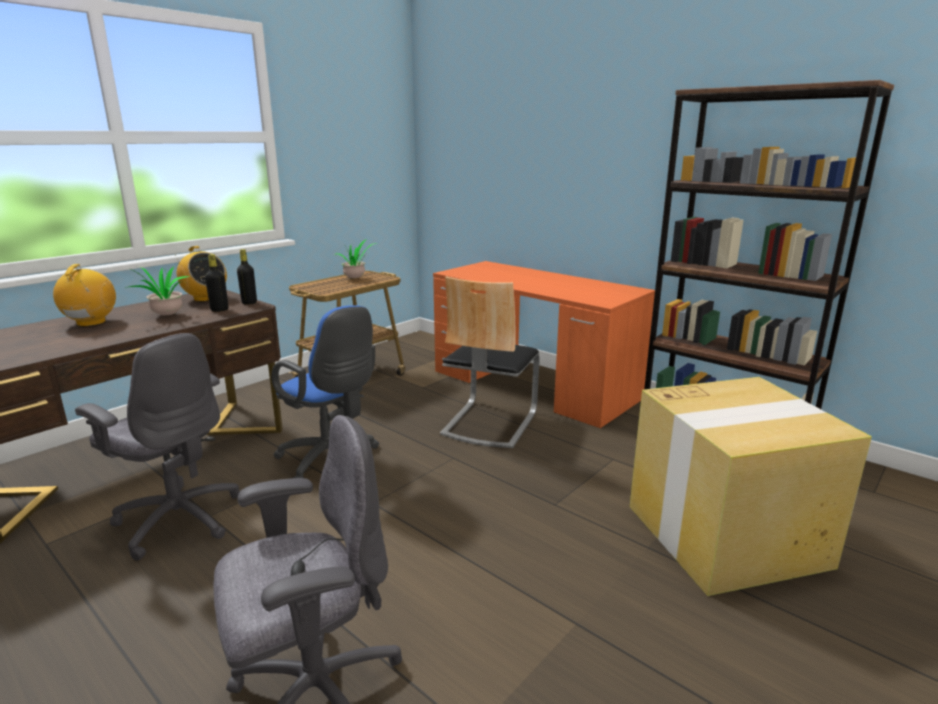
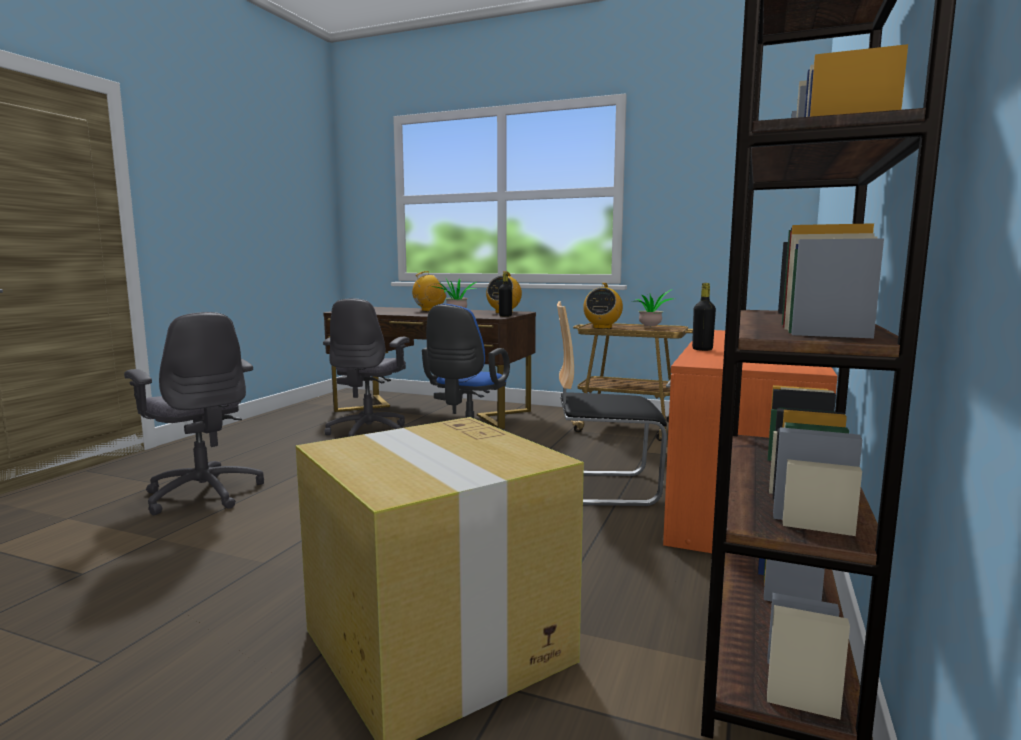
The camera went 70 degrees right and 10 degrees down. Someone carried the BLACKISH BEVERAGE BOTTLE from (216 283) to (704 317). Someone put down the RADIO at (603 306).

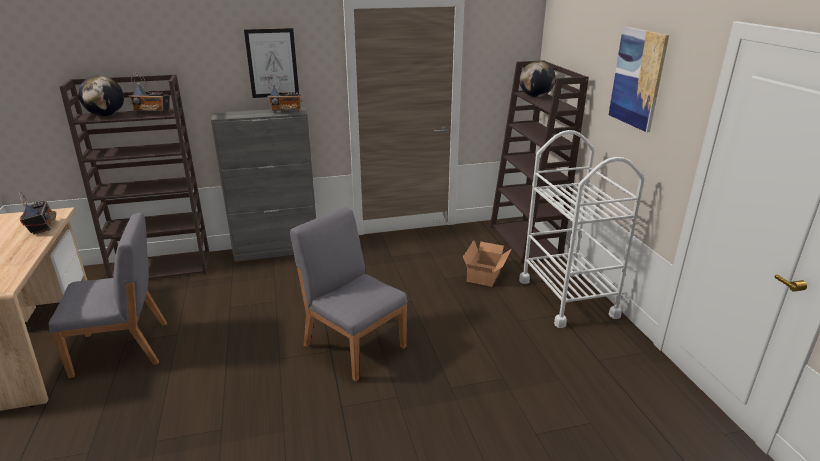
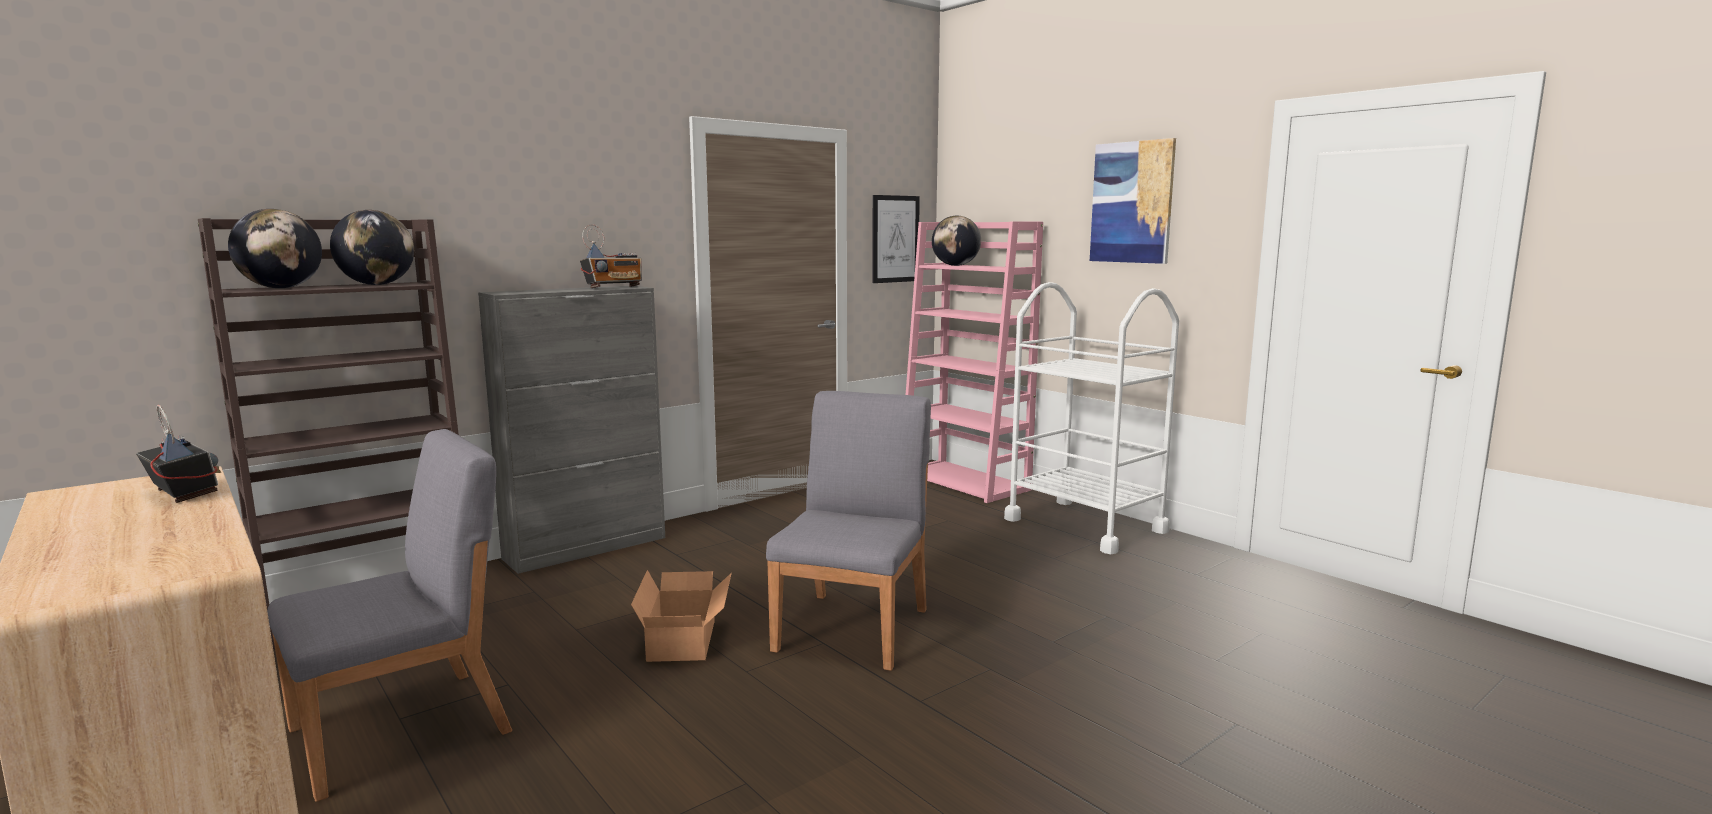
The camera went 25 degrees left and 15 degrees down. Someone swapped the RADIO at (149 93) for the DESK GLOBE at (372 247). Someone carried the PICTURE from (271 63) to (896 239). Someone rotated the GREYISH PLAIN CHAIR at (349 294) by 90 degrees clockwise. Someone carried the CARTON from (487 263) to (681 616). Someone repainted the BROWN-COLOURED BOOKSHELF at (539 161), which became the PINKISH BOOKSHELF at (974 362).

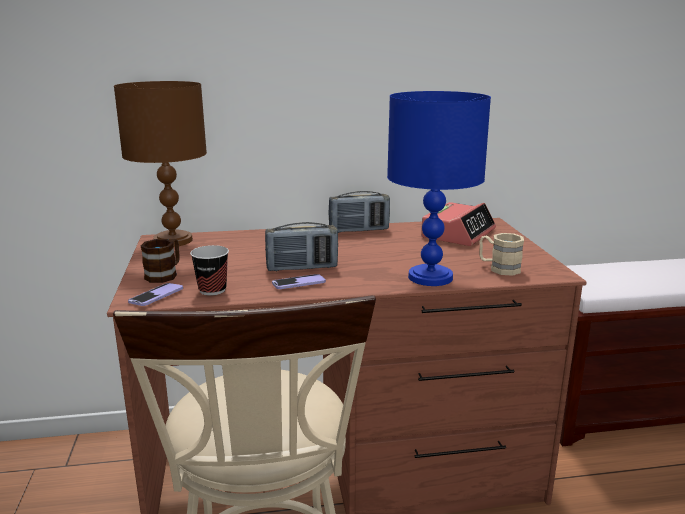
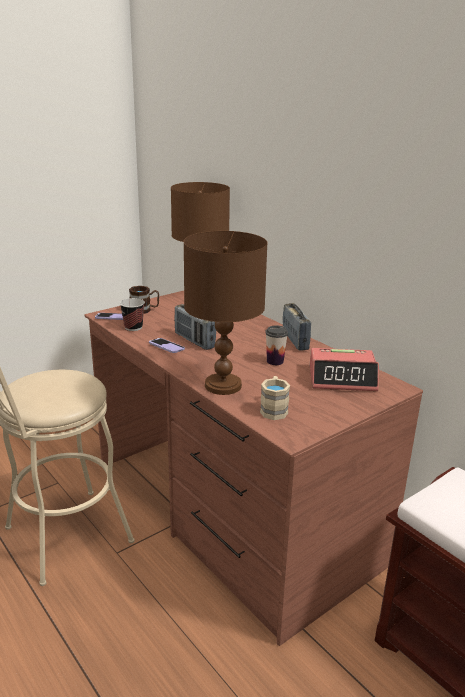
The camera went 60 degrees right and 5 degrees up. Someone rotated the RADIO at (359 212) by 150 degrees counterclockwise. Someone repainted the BLUISH LAMP FOR A TABLE at (439 188), which became the BROWN-COLOURED LAMP FOR A TABLE at (226 313). Someone put down the CUP at (276 345).

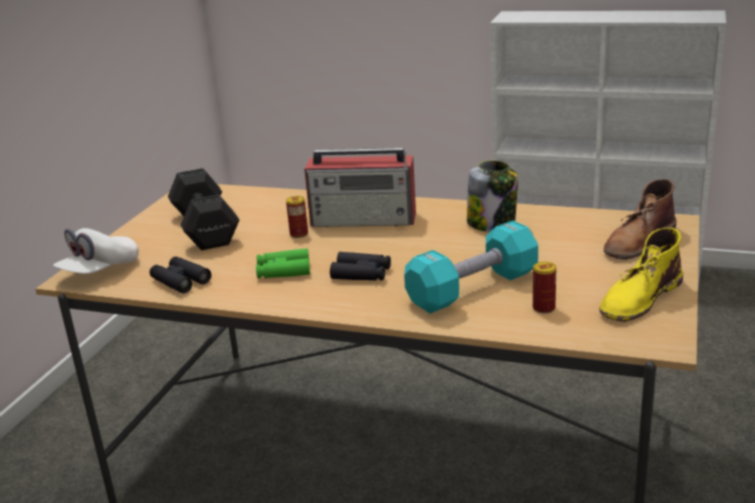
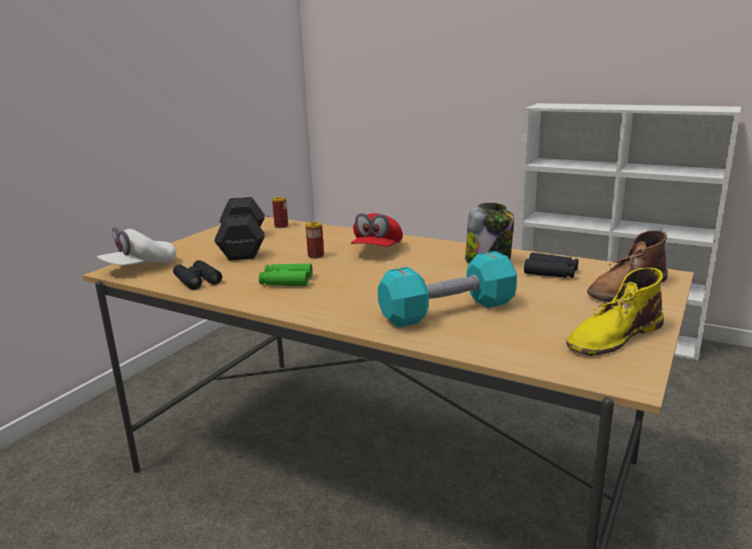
The camera went 10 degrees right and 5 degrees down. Someone swapped the RADIO at (360 187) for the REDDISH PEAKED CAP at (377 230). Someone carried the BLACKISH FIELD GLASSES from (360 266) to (551 265). Someone carried the CAN from (544 288) to (280 212).

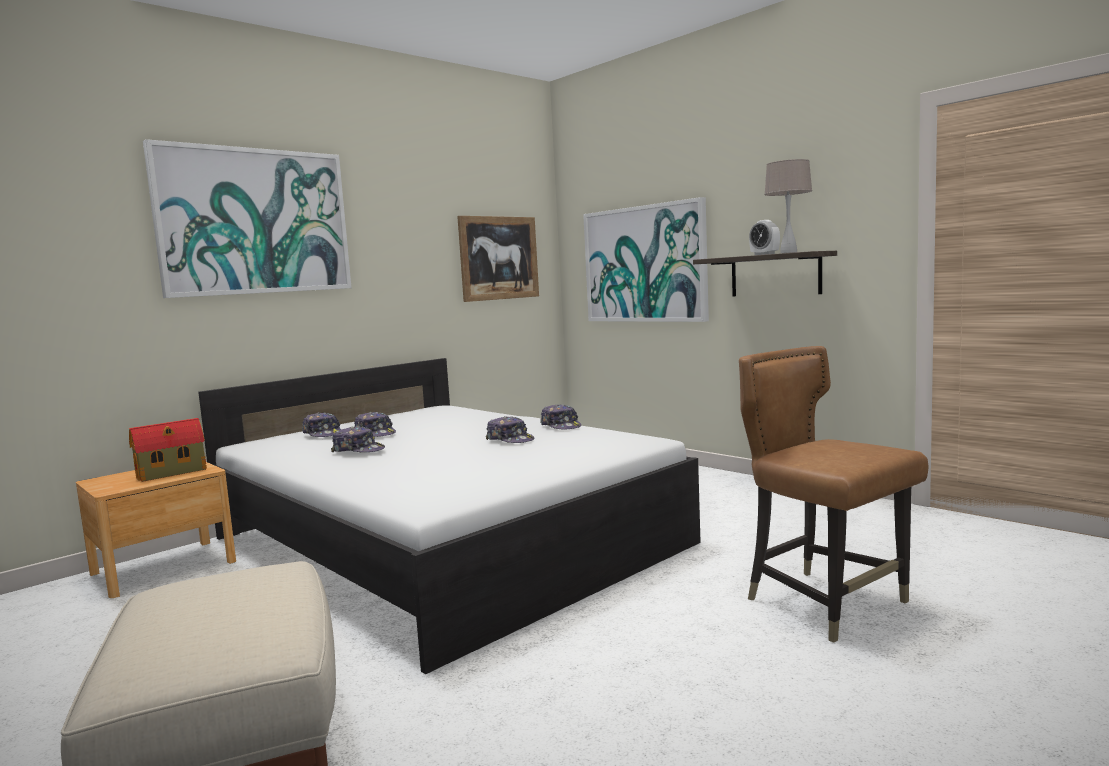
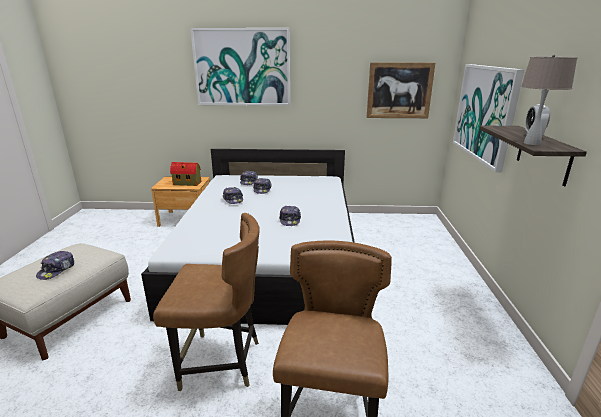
The camera went 45 degrees right and 15 degrees up. Someone carried the PEAKED CAP from (560 417) to (55 265). Someone put down the BROWN-COLOURED PLAIN CHAIR at (206 302).

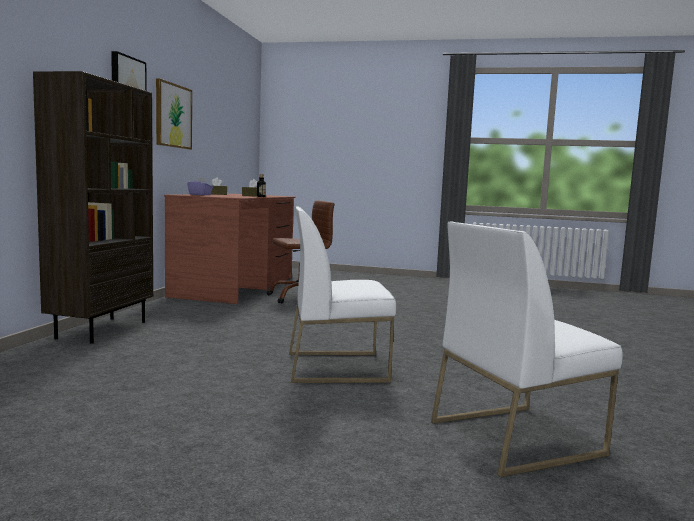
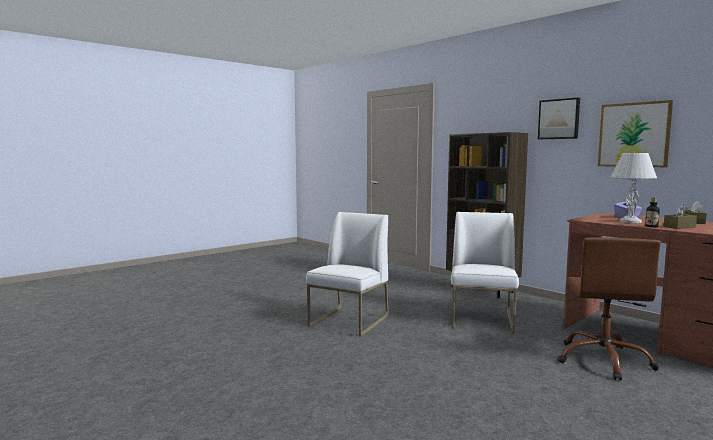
The camera went 125 degrees right and 0 degrees up. Someone carried the WHITISH PLAIN CHAIR from (527 349) to (485 272). Someone put down the WHITISH LAMP FOR A TABLE at (634 188).

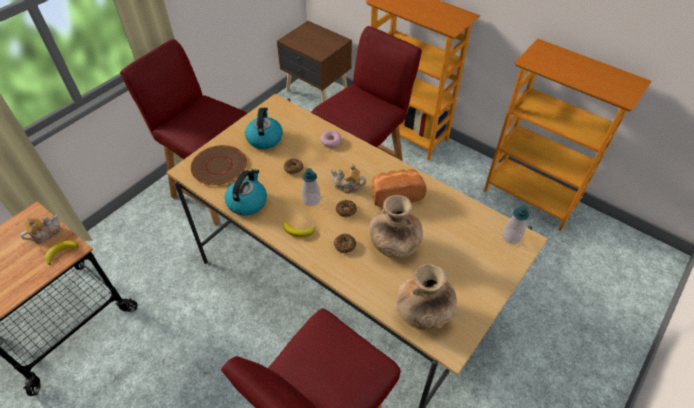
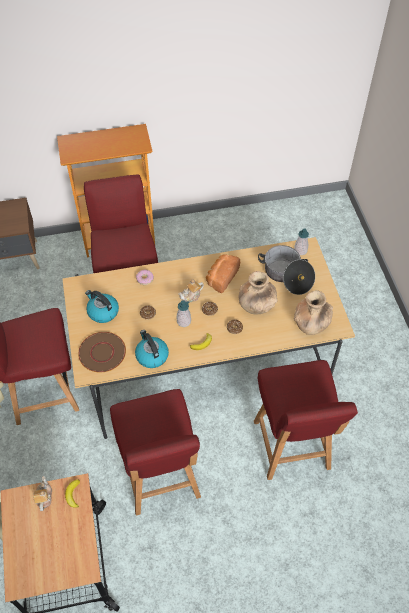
The camera went 50 degrees left and 5 degrees up. Someone took away the BOOKSHELF at (568 135). Someone put down the REDDISH PLAIN CHAIR at (155 452). Someone put down the SAUCEPOT at (286 270).

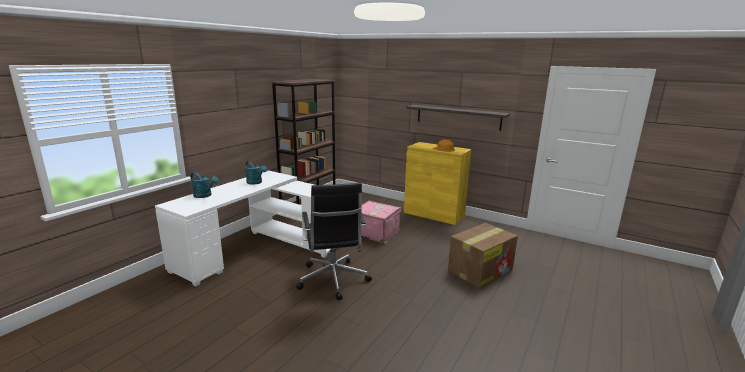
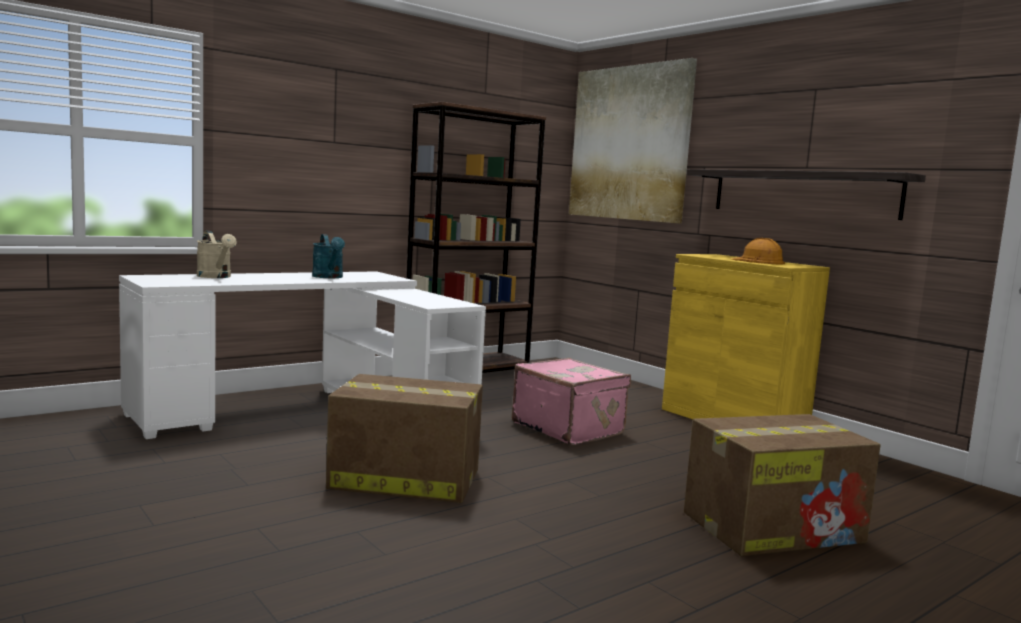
The camera went 20 degrees right and 10 degrees down. Someone repainted the TURQUOISE-COLOURED WATERING CAN at (205 185), which became the BEIGE-COLOURED WATERING CAN at (217 254). Someone swapped the BLACKISH COMPUTER CHAIR at (334 241) for the CARTON at (404 438). Someone put up the PICTURE at (633 141).

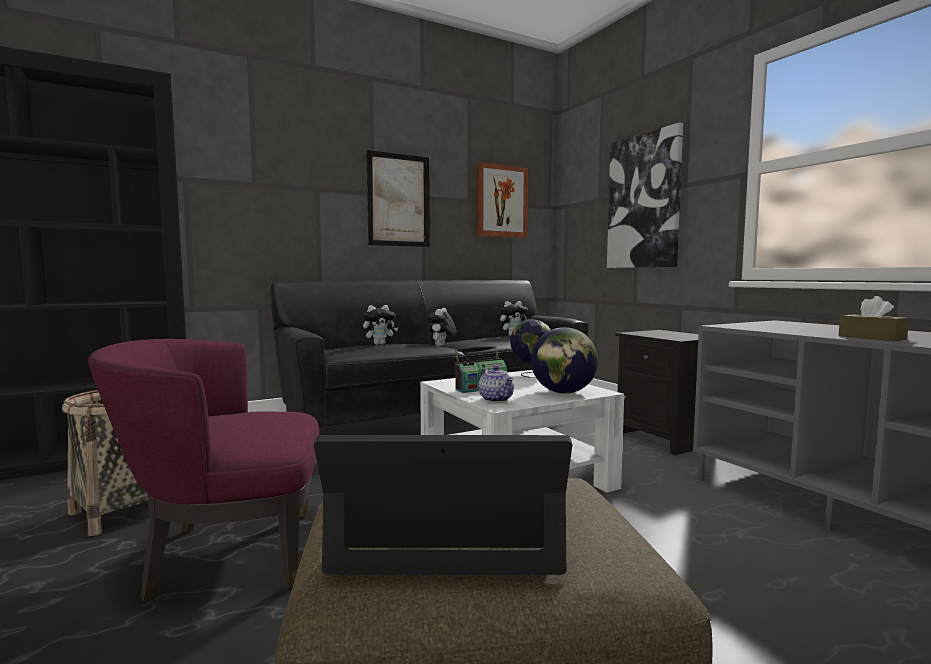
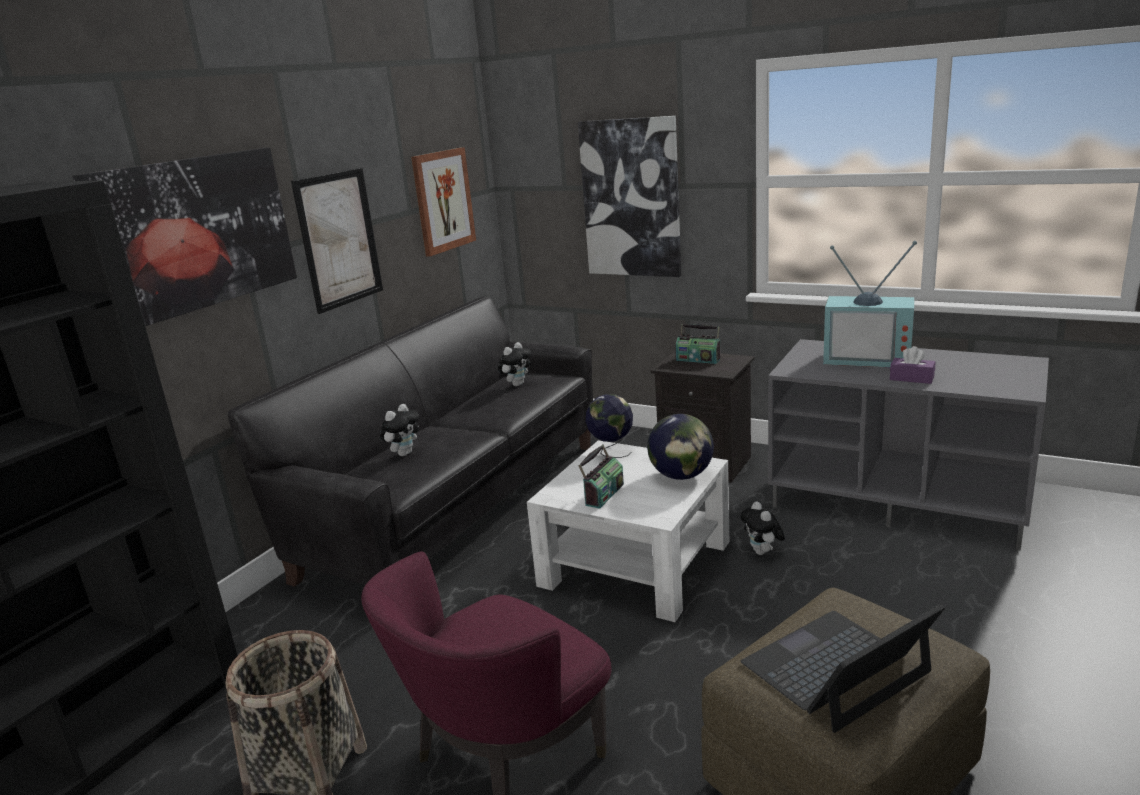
The camera went 30 degrees left and 15 degrees up. Someone carried the SOFT TOY from (441 327) to (762 528). Someone took away the TEA POT at (496 384). Someone repainted the BROWN-COLOURED TISSUE HOLDER at (874 318), which became the PURPLE-COLOURED TISSUE HOLDER at (912 365). Someone put up the PICTURE at (185 236). Someone put down the RADIO at (697 344). Someone put down the TV at (870 304).

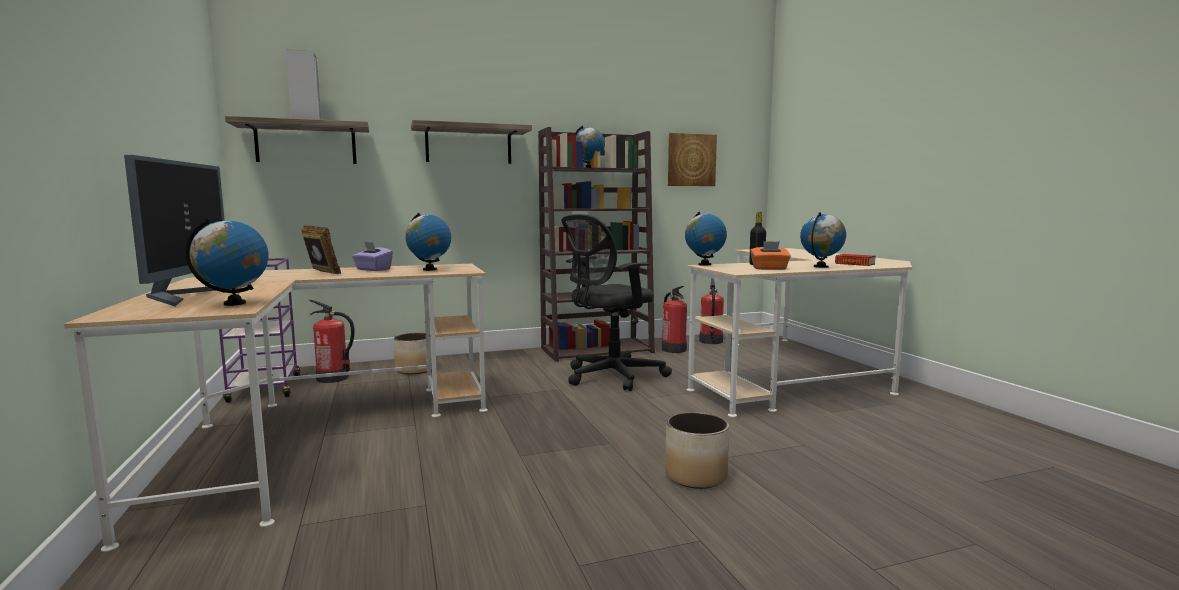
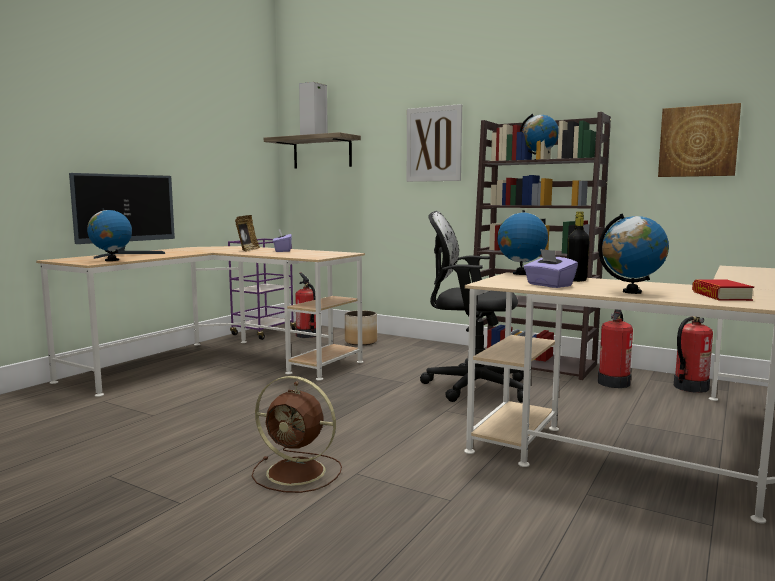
The camera went 50 degrees right and 0 degrees up. Someone took away the DESK GLOBE at (428 242). Someone swapped the SHELF at (471 142) for the PICTURE at (434 143). Someone swapped the FLOWER POT at (697 450) for the BROWN-COLOURED FAN at (297 434). Someone repainted the ORANGEY TISSUE HOLDER at (770 255), which became the PURPLE-COLOURED TISSUE HOLDER at (551 268).

